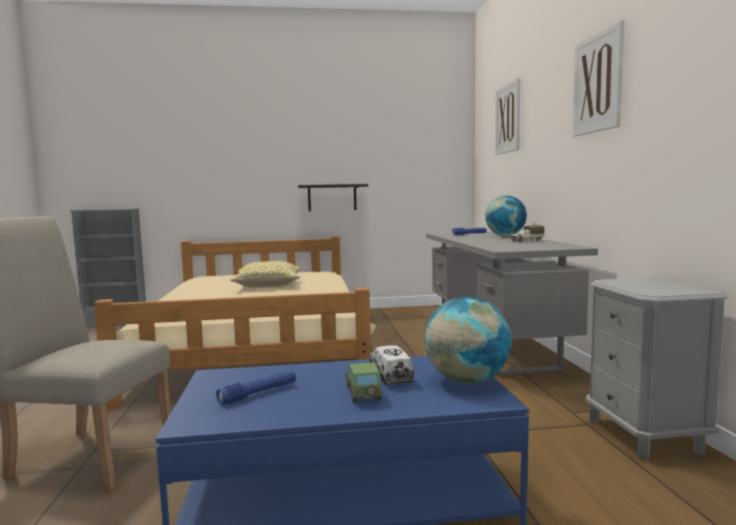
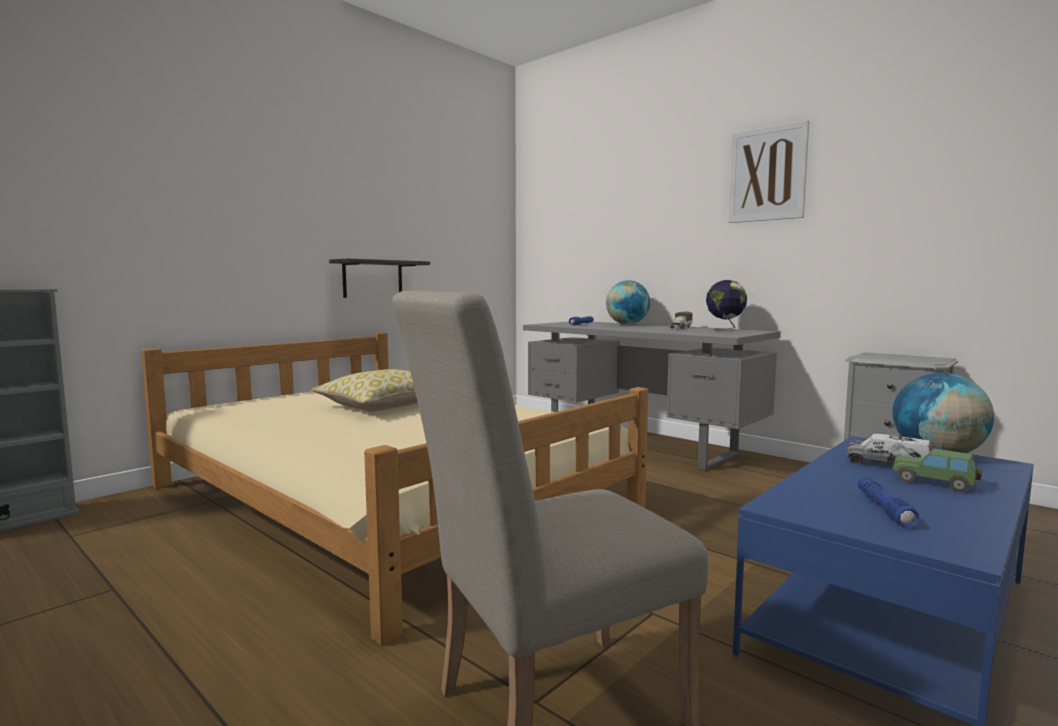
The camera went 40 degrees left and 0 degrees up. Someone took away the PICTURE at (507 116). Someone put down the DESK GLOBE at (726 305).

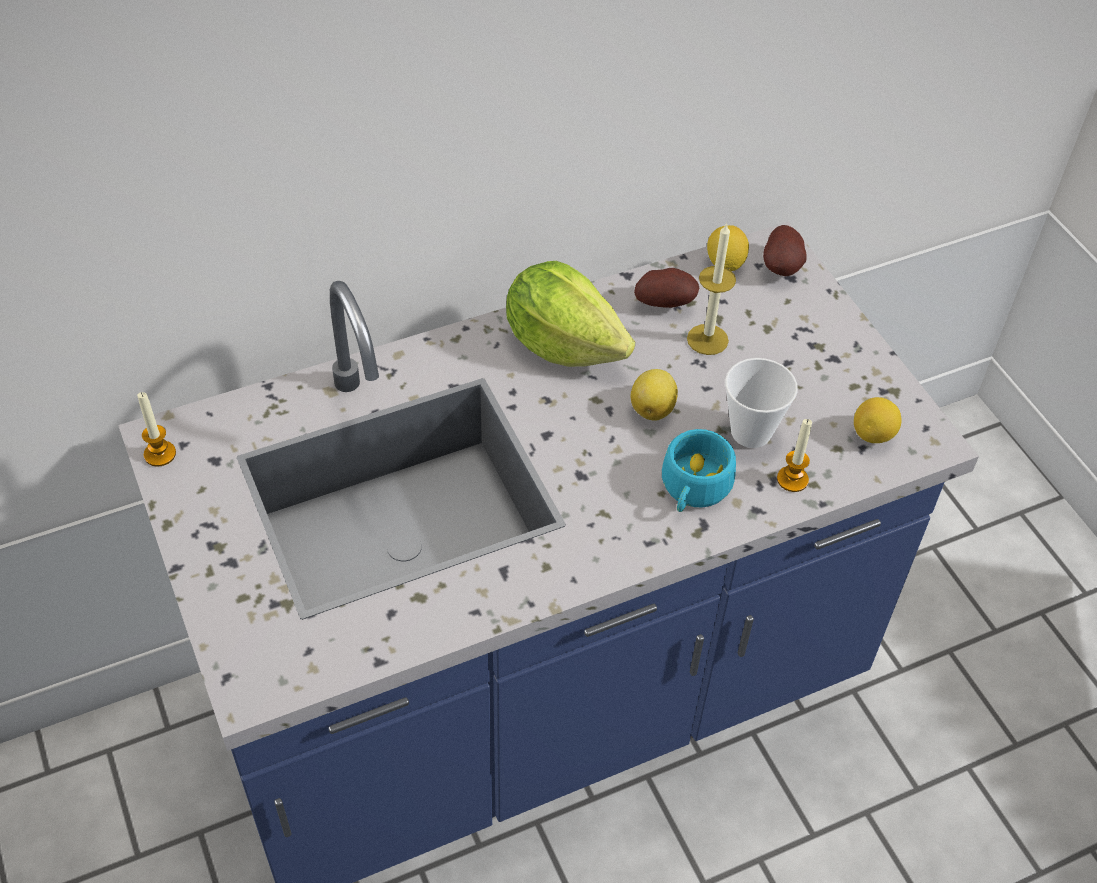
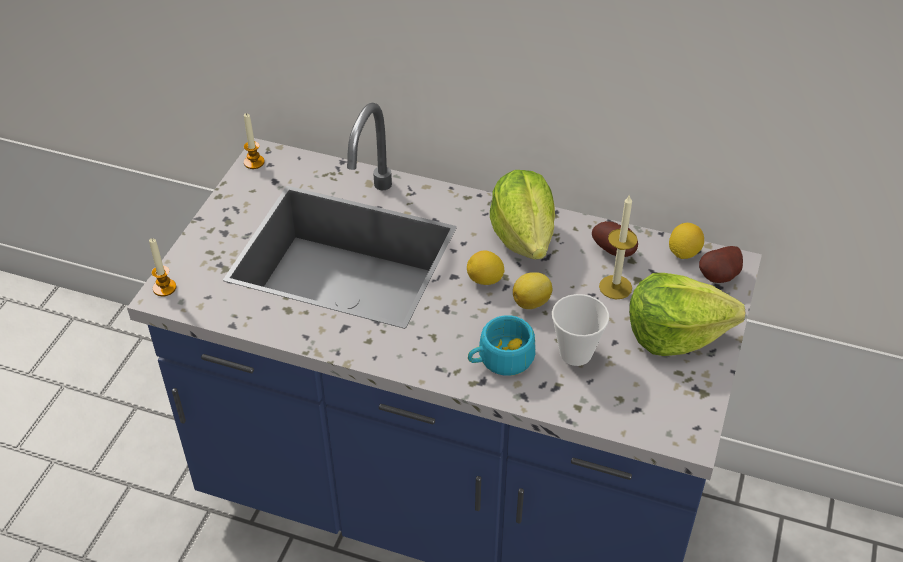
The camera went 45 degrees right and 5 degrees down. Someone carried the CANDLE from (794 455) to (162 267). Someone carried the LEMON from (878 420) to (486 268). Someone put down the LETTUCE at (687 314).

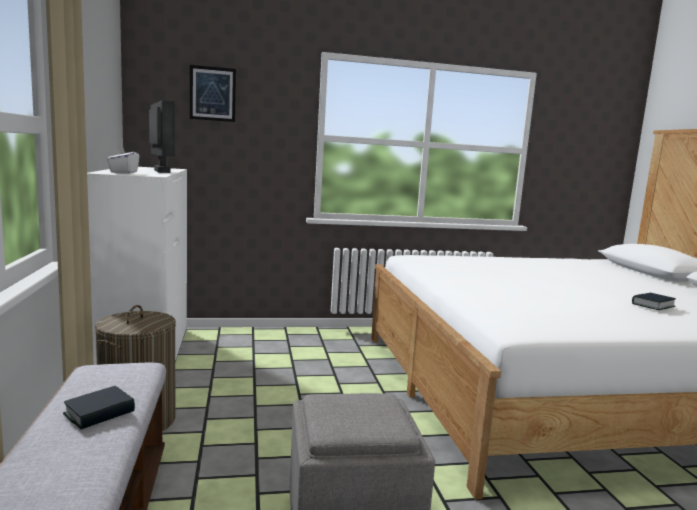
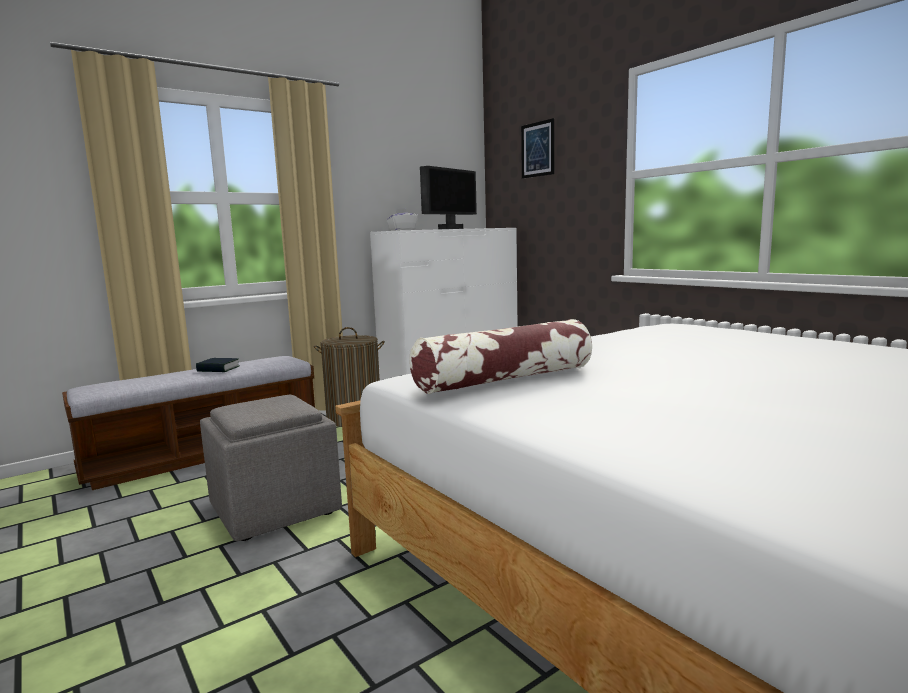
The camera went 65 degrees right and 0 degrees up. Someone took away the VOLUME at (654 301). Someone put down the CUSHION at (500 356).

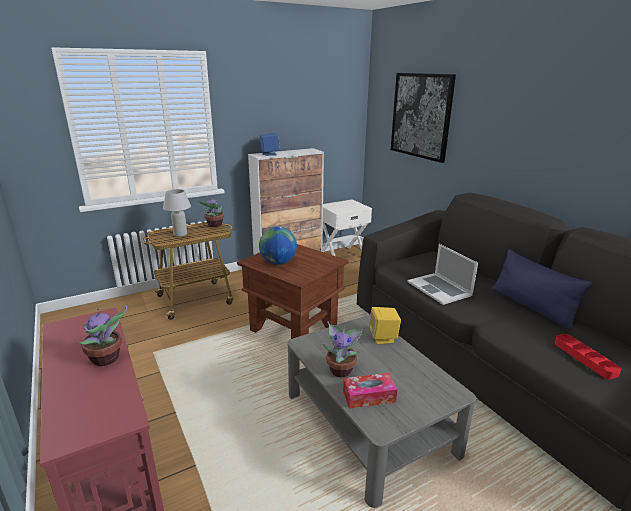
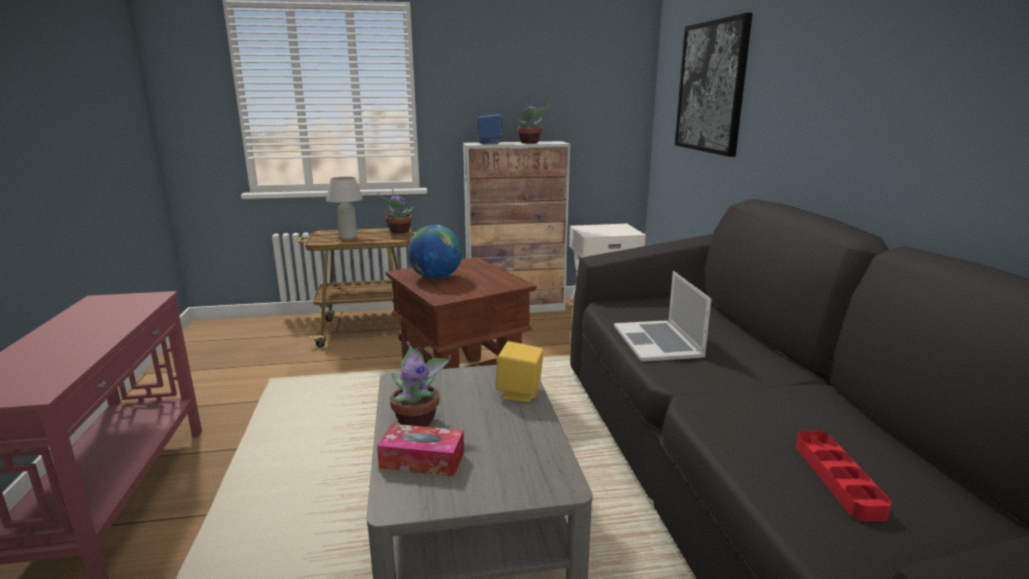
The camera went 20 degrees right and 5 degrees down. Someone carried the PLANT IN A POT from (102 335) to (533 122). Someone took away the BLUISH CUSHION at (542 289).

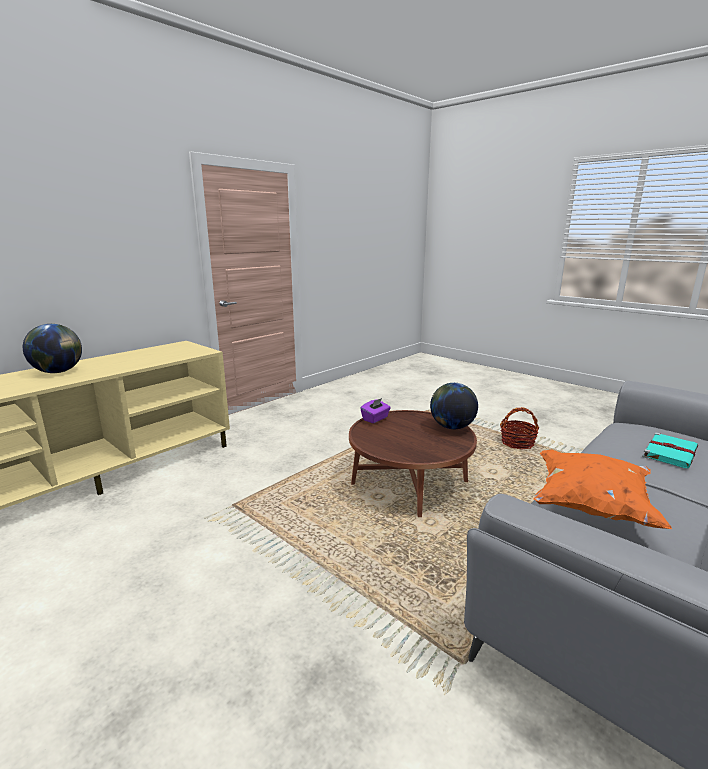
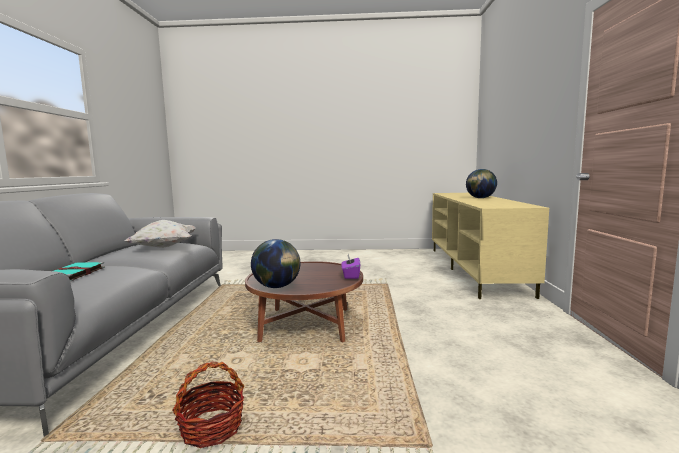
The camera went 140 degrees right and 10 degrees down. Someone repainted the ORANGEY CUSHION at (602 489), which became the WHITISH CUSHION at (160 234).

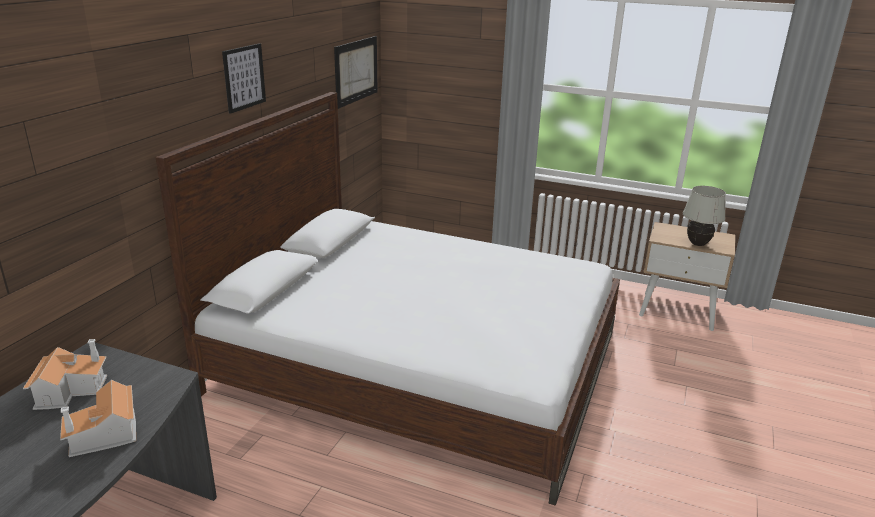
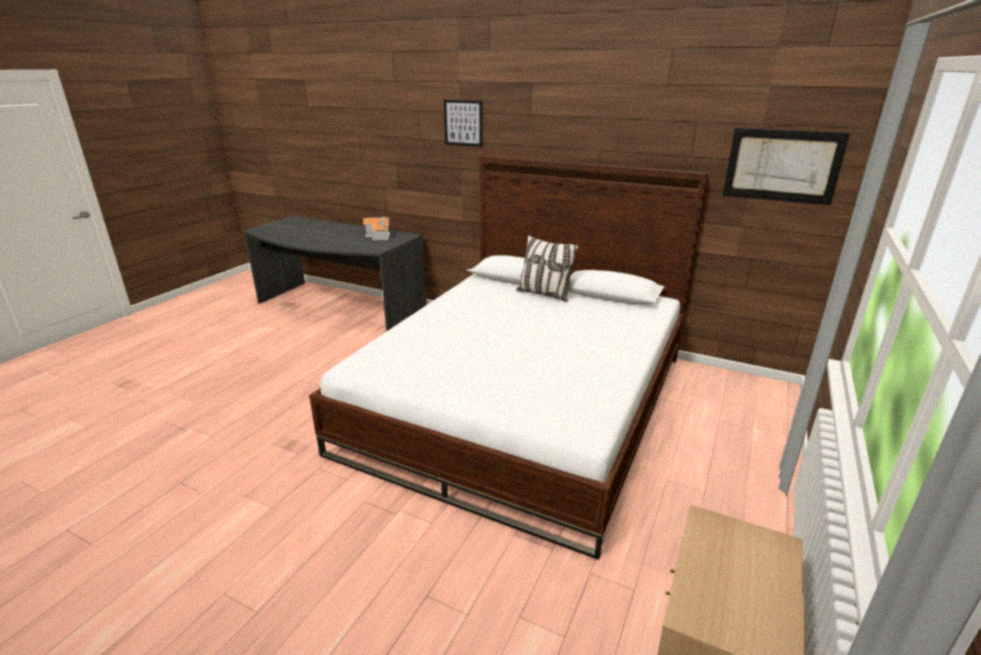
The camera went 95 degrees right and 0 degrees up. Someone took away the TOY HOUSE at (98 418). Someone carried the PICTURE from (244 78) to (463 123). Someone took away the WHITISH LAMP FOR A TABLE at (704 216). Someone put down the CUSHION at (547 268).

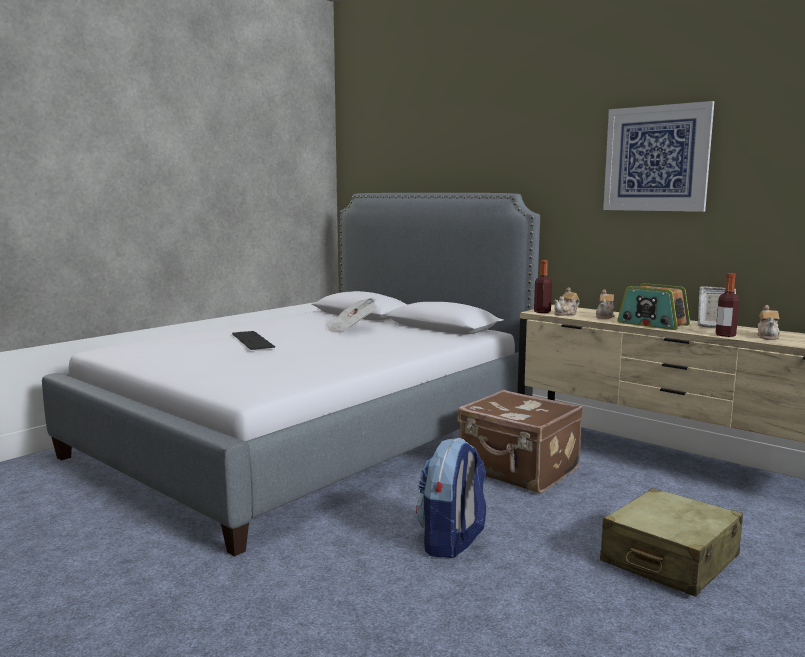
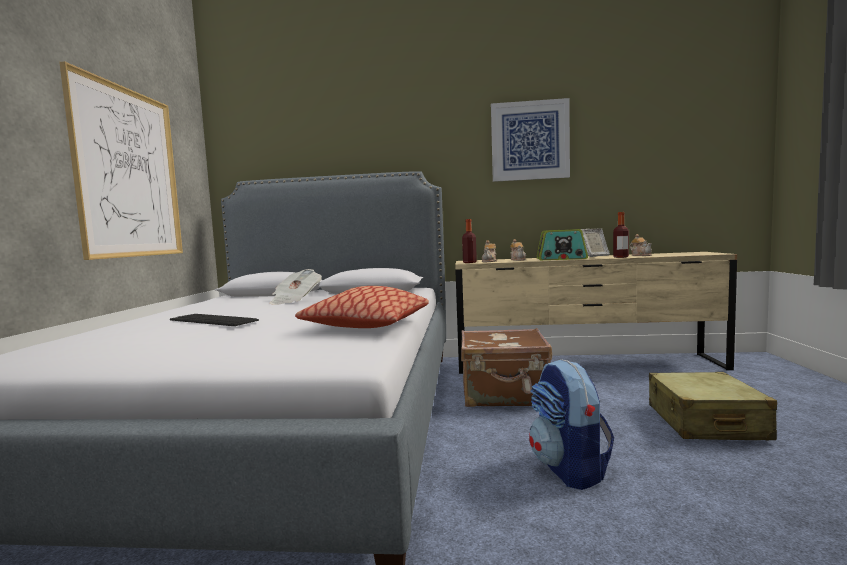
The camera went 35 degrees left and 5 degrees down. Someone put up the PICTURE at (121 160). Someone put down the CUSHION at (362 307).

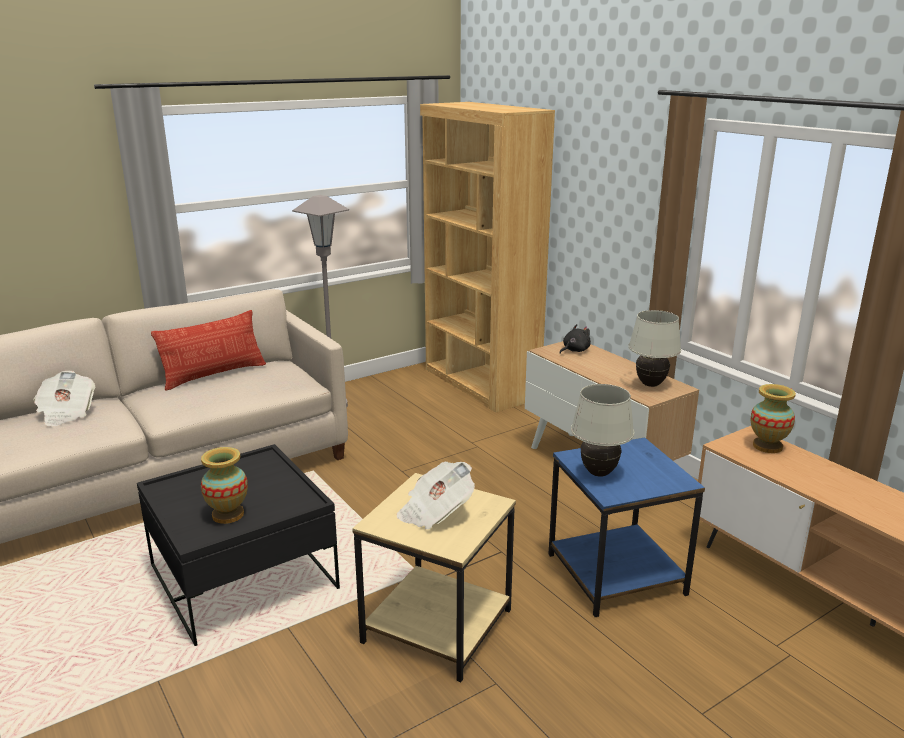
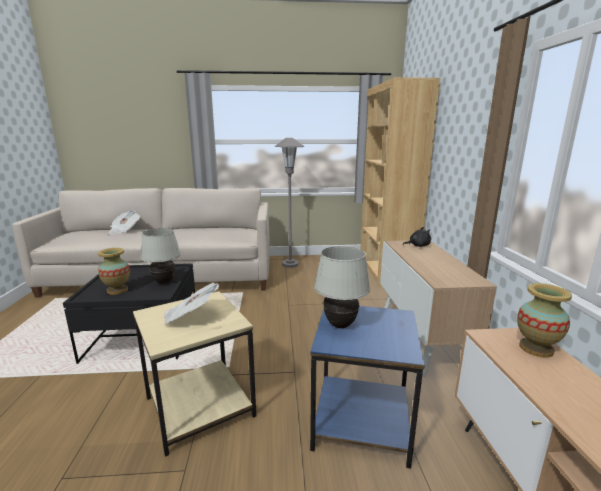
The camera went 30 degrees right and 5 degrees down. Someone took away the CUSHION at (208 350). Someone carried the WHITISH LAMP FOR A TABLE from (654 348) to (160 256).

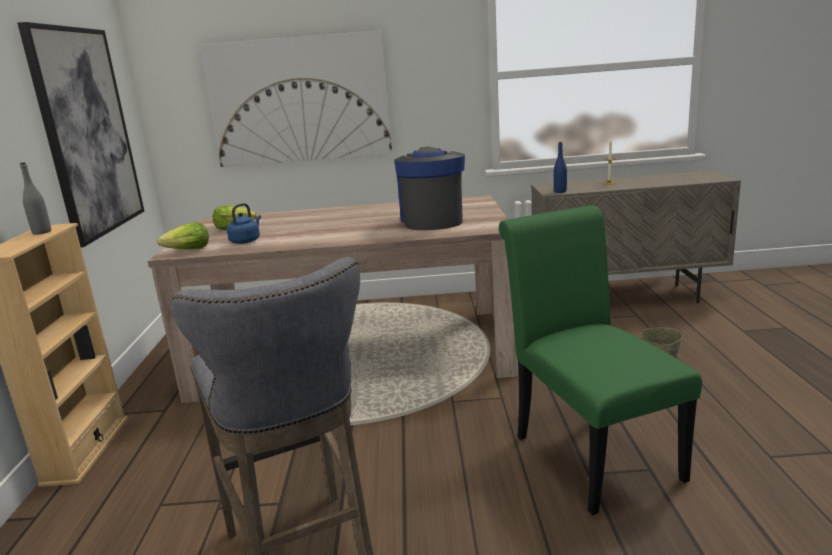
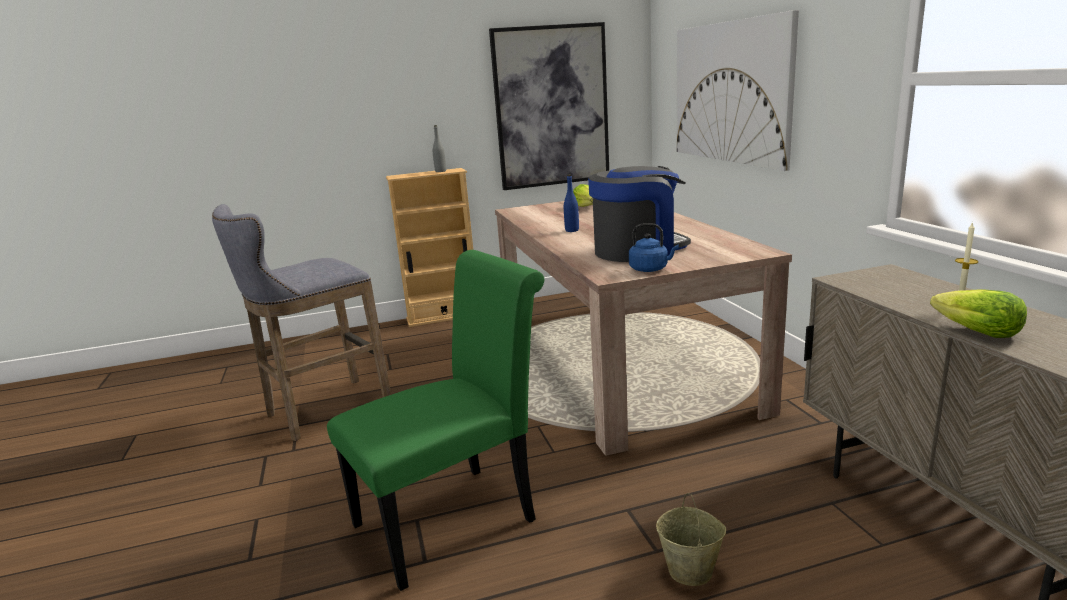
The camera went 75 degrees right and 0 degrees up. Someone carried the LETTUCE from (183 235) to (978 313). Someone carried the BLUISH KETTLE from (244 223) to (654 247). Someone carried the BLUISH BEVERAGE BOTTLE from (560 167) to (571 203).

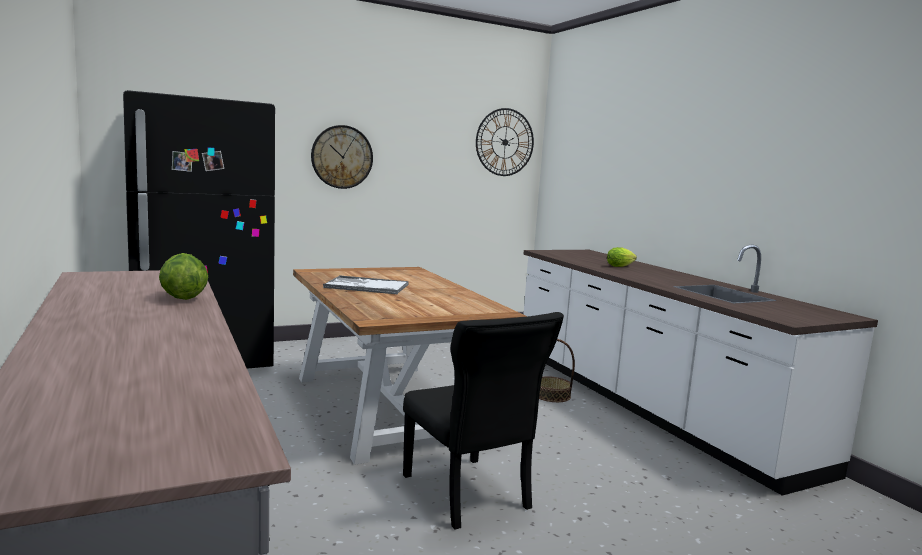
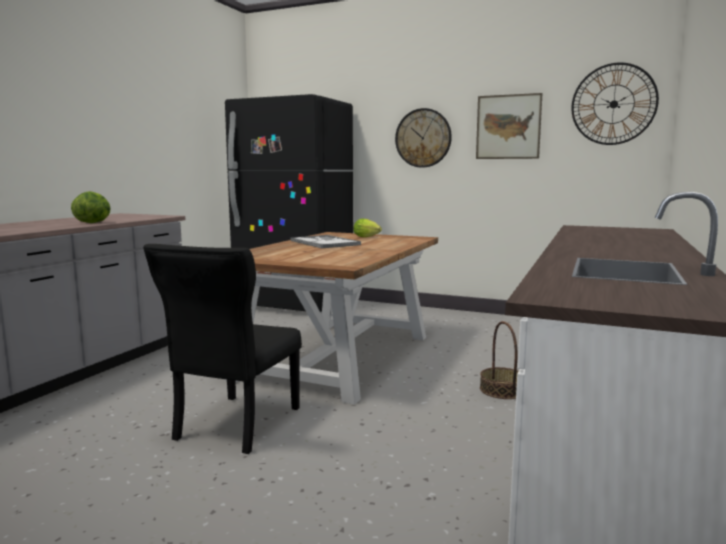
The camera went 50 degrees right and 0 degrees up. Someone carried the LETTUCE from (622 257) to (367 228). Someone put up the PICTURE at (509 126).

